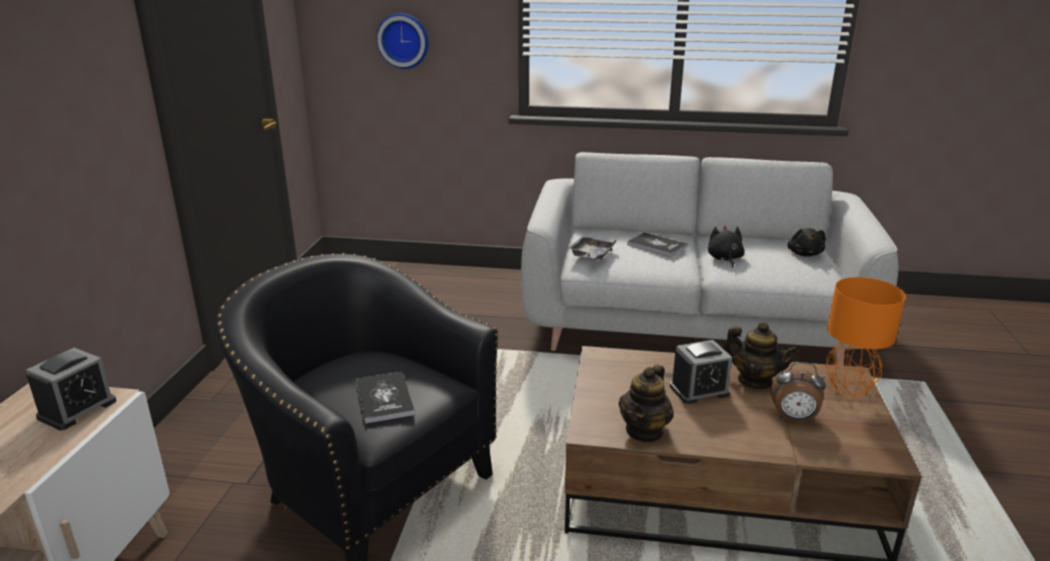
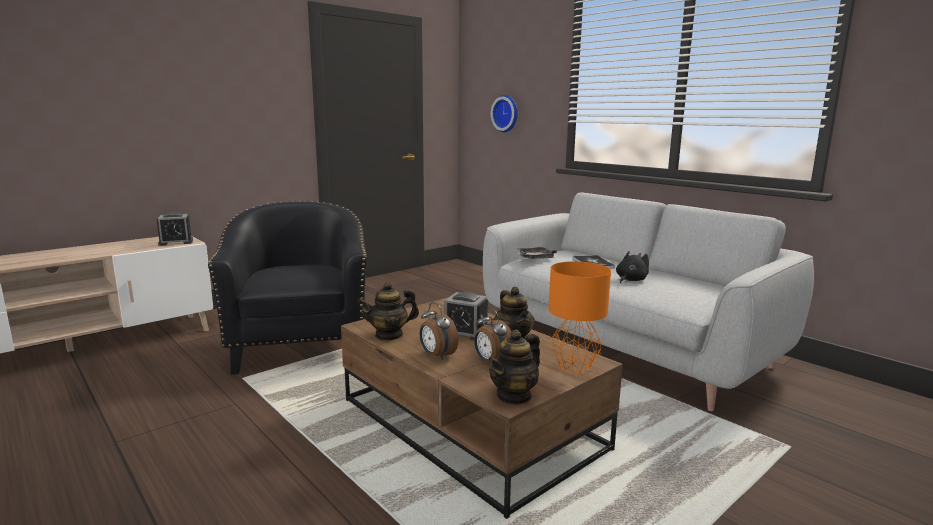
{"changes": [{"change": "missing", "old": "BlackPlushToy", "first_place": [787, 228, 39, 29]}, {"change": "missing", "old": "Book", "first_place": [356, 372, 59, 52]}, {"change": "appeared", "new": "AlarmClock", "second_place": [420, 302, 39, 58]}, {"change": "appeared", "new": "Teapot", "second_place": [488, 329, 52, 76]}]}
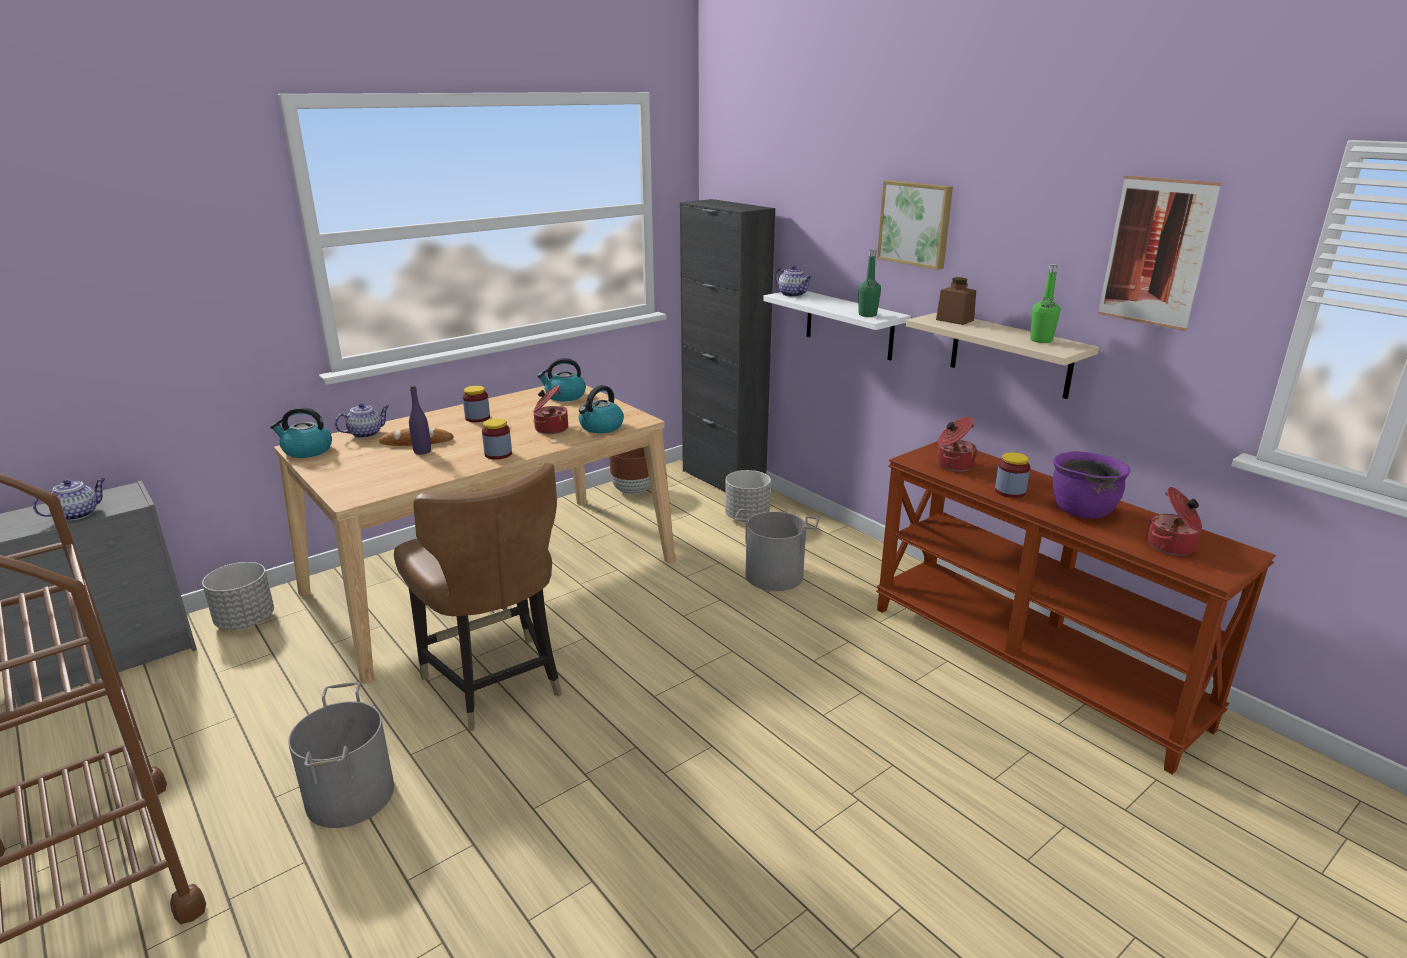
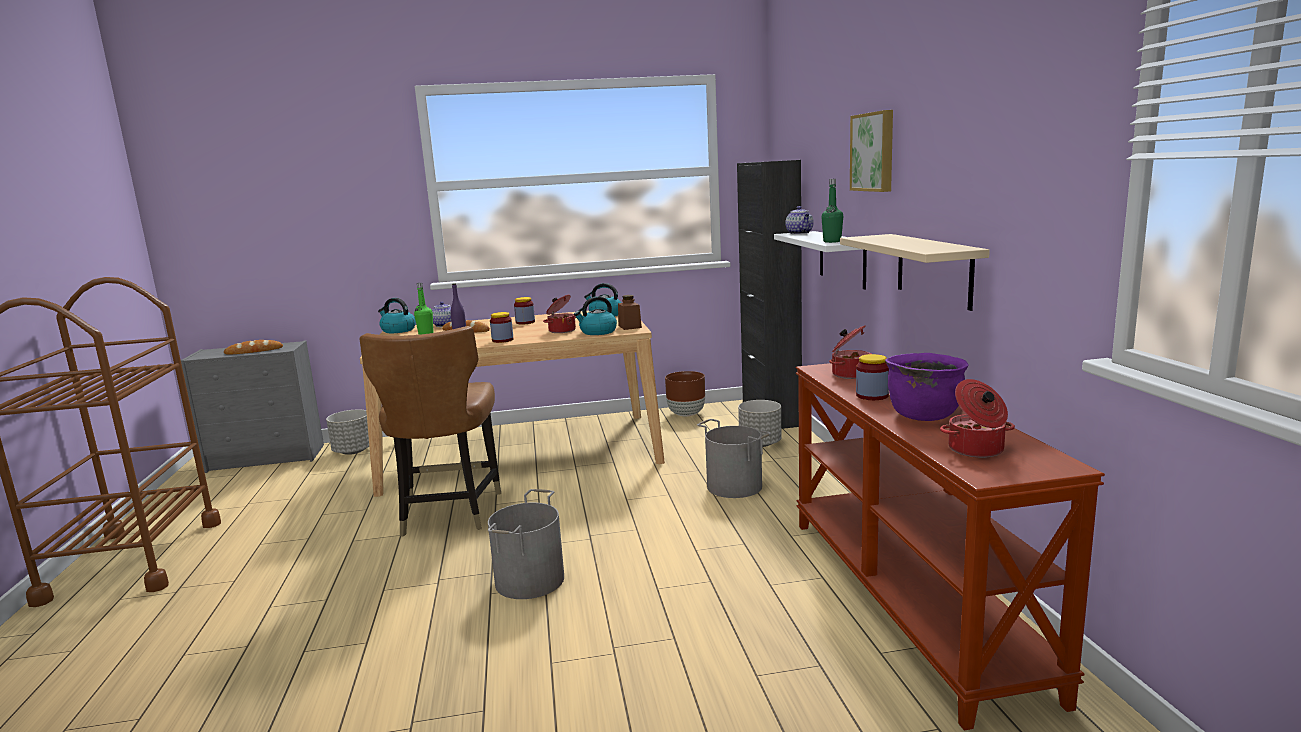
{"changes": [{"change": "missing", "old": "Picture", "first_place": [1098, 176, 124, 155]}, {"change": "relocated", "old": "GreenBottle", "first_place": [1030, 264, 30, 79], "second_place": [414, 283, 19, 52]}, {"change": "relocated", "old": "BrownJar", "first_place": [936, 277, 40, 48], "second_place": [618, 295, 24, 35]}, {"change": "exchanged", "old": "Teapot", "new": "Bread", "first_place": [33, 478, 72, 43], "second_place": [224, 340, 59, 14]}, {"change": "relocated", "old": "GreyBucket", "first_place": [288, 682, 106, 146], "second_place": [488, 489, 76, 110]}]}
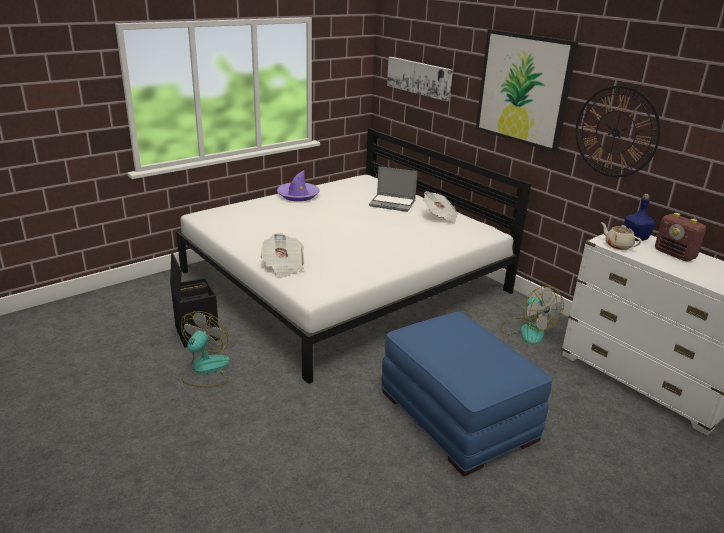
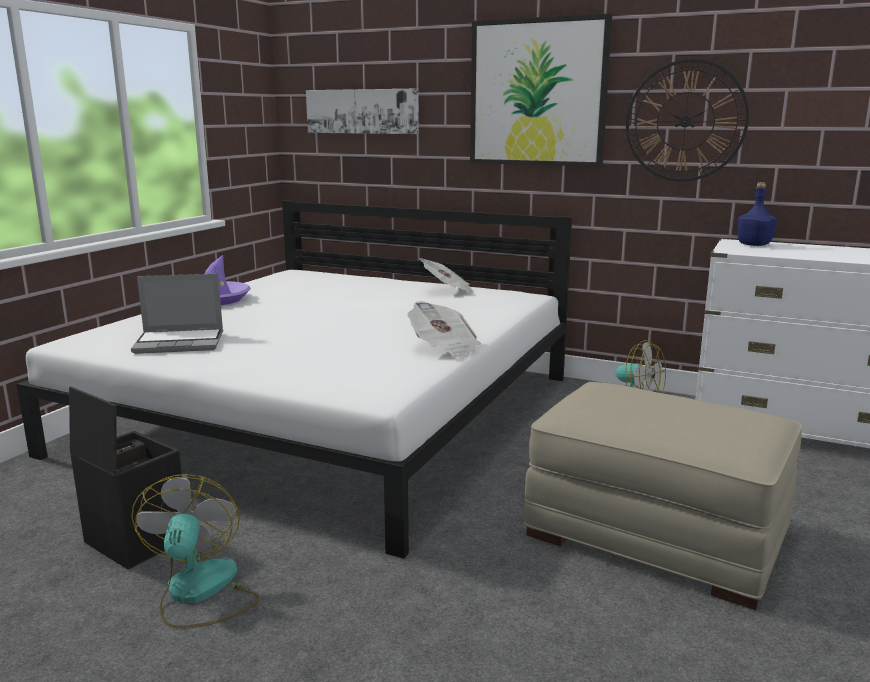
{"changes": [{"change": "relocated", "old": "Laptop", "first_place": [369, 166, 49, 46], "second_place": [131, 274, 92, 80]}, {"change": "missing", "old": "Radio", "first_place": [655, 213, 51, 48]}, {"change": "missing", "old": "BeigeTeapot", "first_place": [602, 223, 40, 27]}, {"change": "relocated", "old": "Newspaper", "first_place": [260, 233, 44, 45], "second_place": [407, 301, 74, 58]}, {"change": "colour", "old": "BlueOttoman", "new": "BeigeOttoman", "first_place": [381, 312, 172, 165], "second_place": [524, 382, 278, 228]}]}
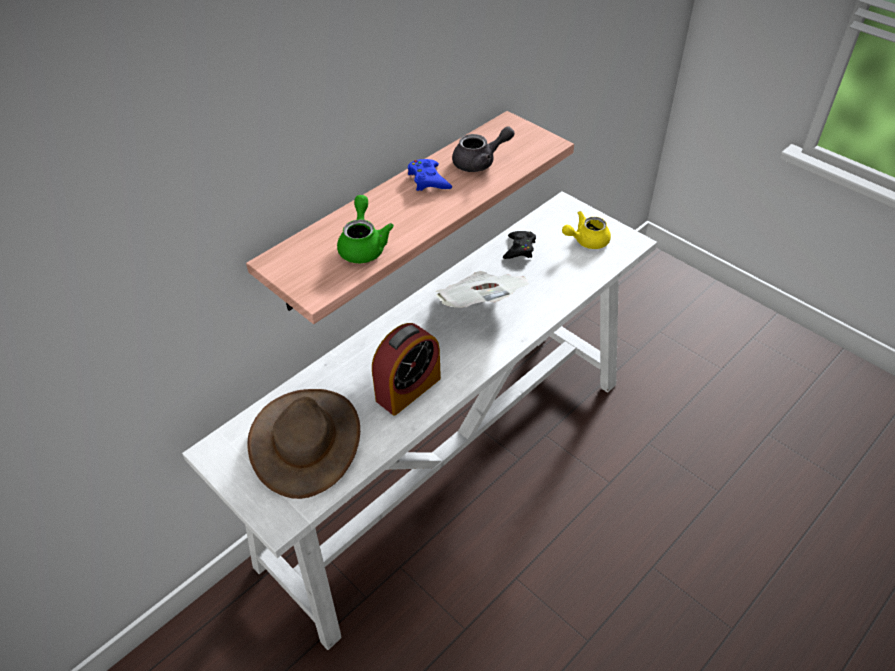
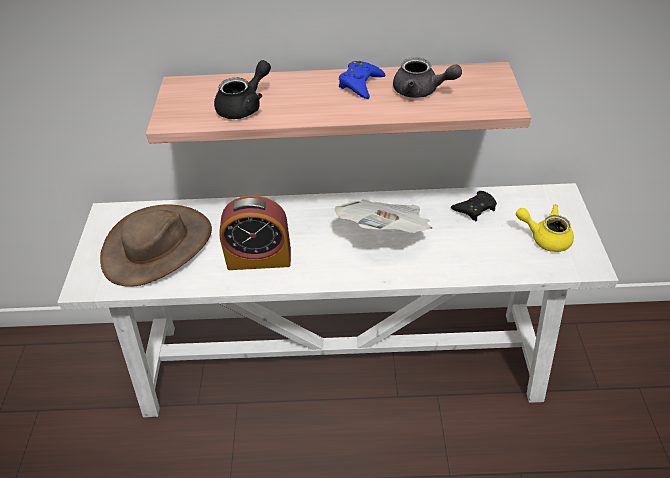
{"changes": [{"change": "colour", "old": "GreenTeapot", "new": "BlackTeapot", "first_place": [337, 195, 57, 68], "second_place": [214, 60, 57, 59]}]}
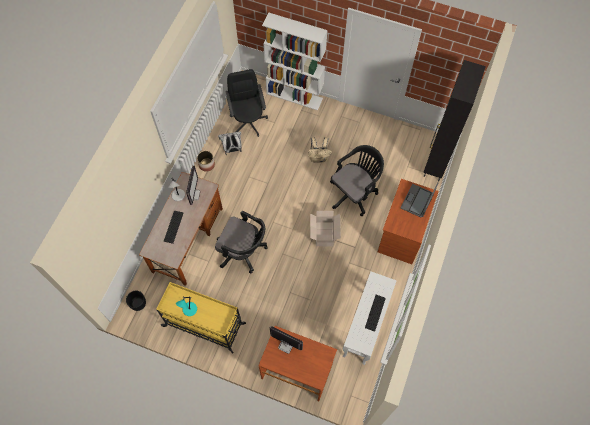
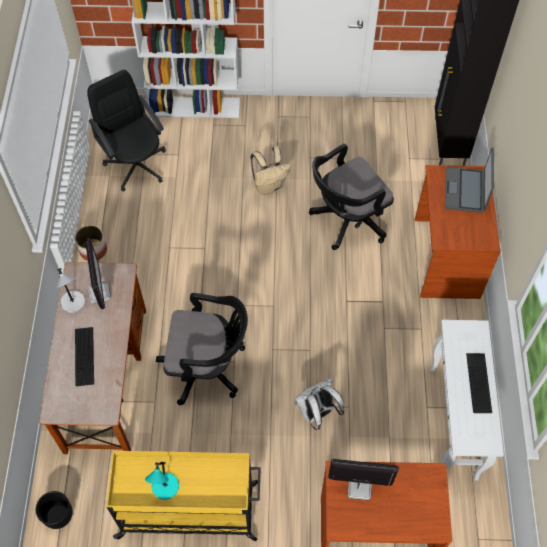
{"changes": [{"change": "relocated", "old": "WhiteBackpack", "first_place": [218, 131, 24, 24], "second_place": [294, 378, 50, 52]}, {"change": "spun", "old": "BlackOfficeChair", "first_place": [330, 145, 54, 71], "second_place": [309, 144, 85, 106], "degrees": -150}, {"change": "missing", "old": "CardboardBox", "first_place": [310, 211, 31, 35]}]}
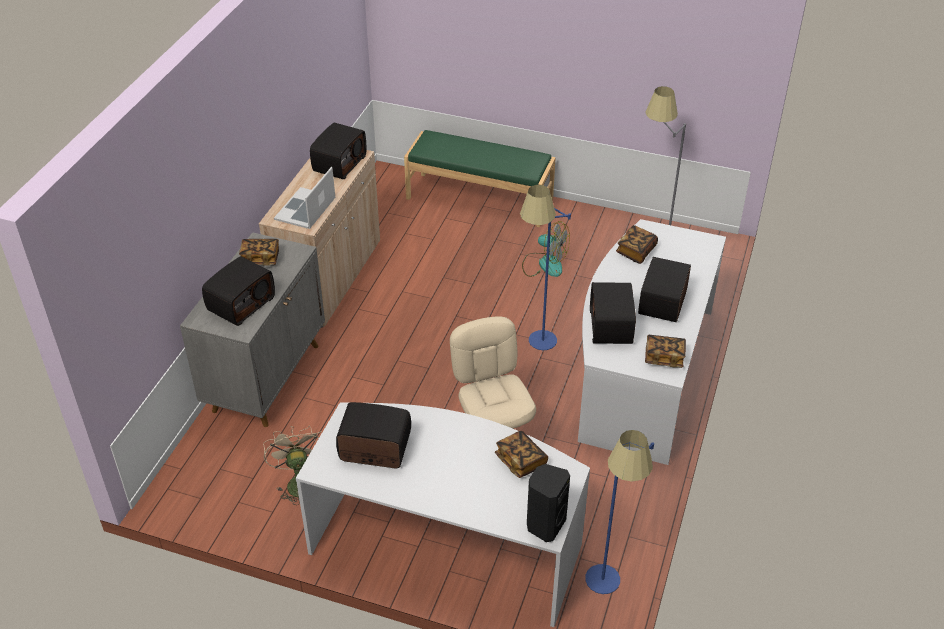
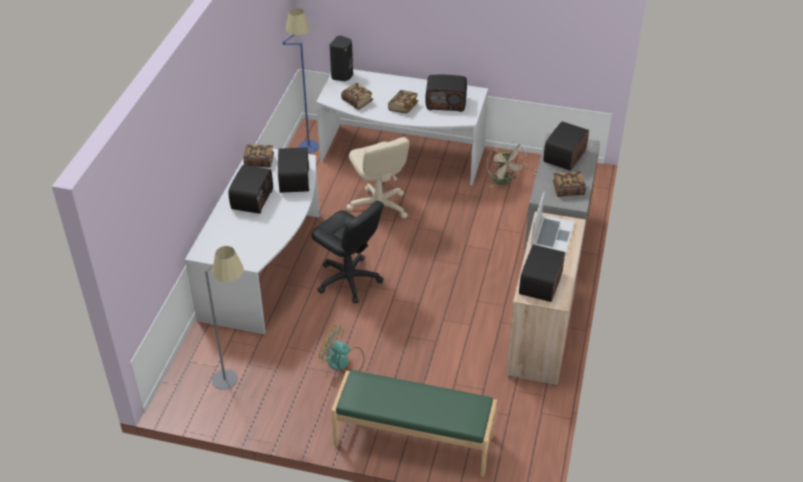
{"changes": [{"change": "exchanged", "old": "BlueFloorLamp", "new": "BlackOfficeChair", "first_place": [520, 185, 51, 165], "second_place": [312, 201, 72, 103]}, {"change": "relocated", "old": "Book", "first_place": [616, 225, 42, 39], "second_place": [388, 90, 30, 23]}]}
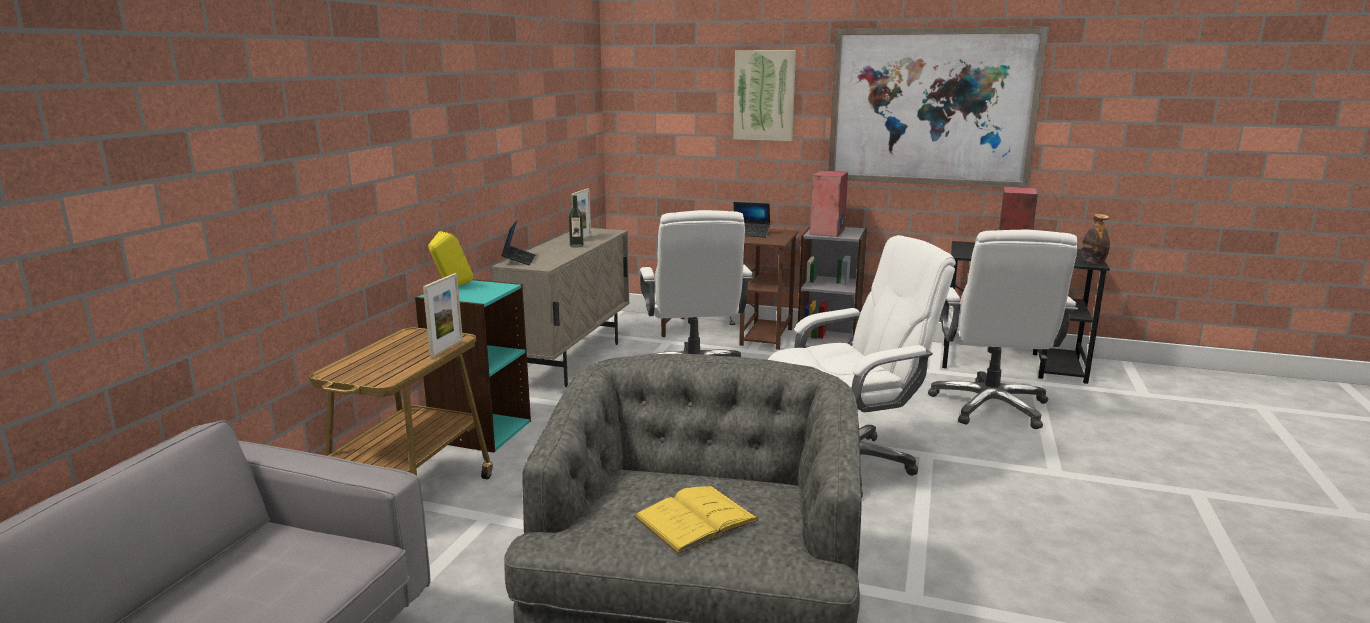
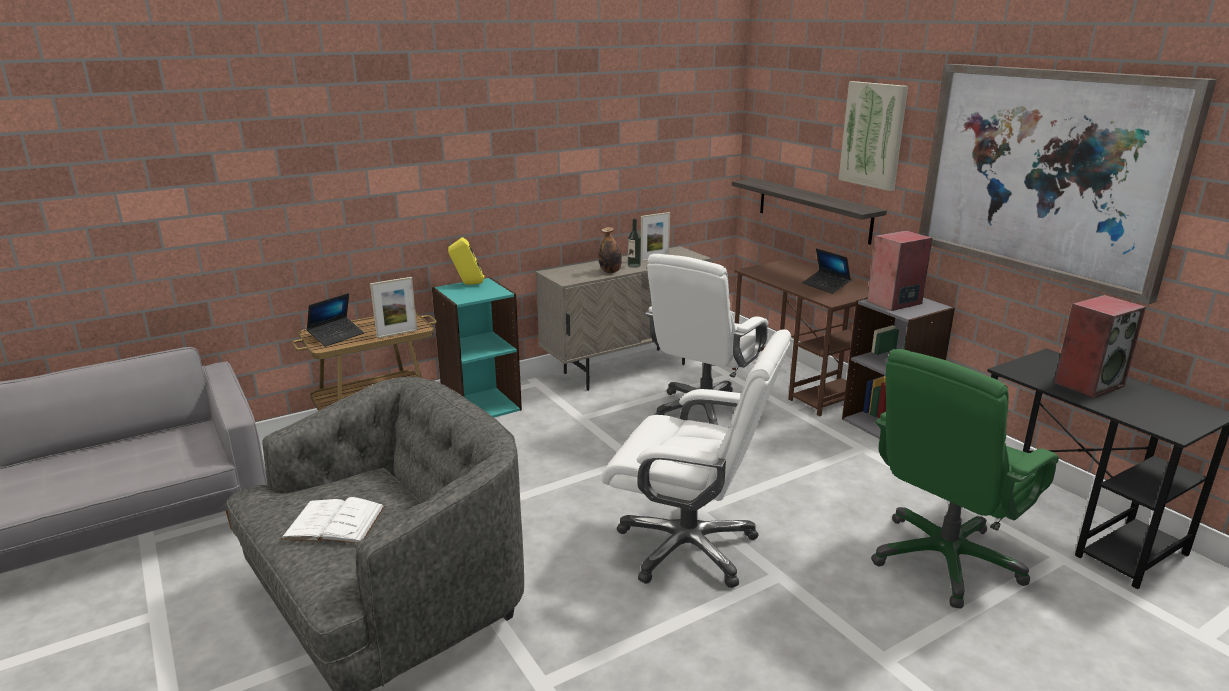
{"changes": [{"change": "relocated", "old": "Bottle", "first_place": [1081, 214, 29, 50], "second_place": [599, 227, 23, 46]}, {"change": "relocated", "old": "Laptop", "first_place": [501, 220, 34, 45], "second_place": [307, 293, 57, 54]}, {"change": "colour", "old": "WhiteOfficeChair", "new": "GreenOfficeChair", "first_place": [928, 230, 150, 199], "second_place": [871, 349, 188, 260]}, {"change": "colour", "old": "YellowBook", "new": "WhiteBook", "first_place": [634, 486, 125, 68], "second_place": [281, 497, 104, 46]}, {"change": "appeared", "new": "Shelf", "second_place": [732, 178, 155, 67]}]}
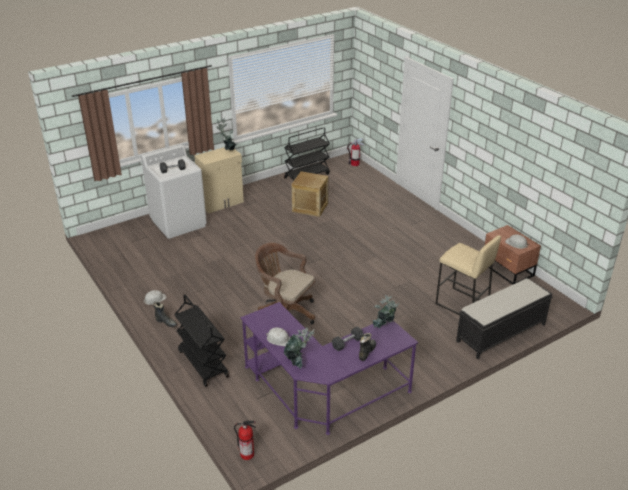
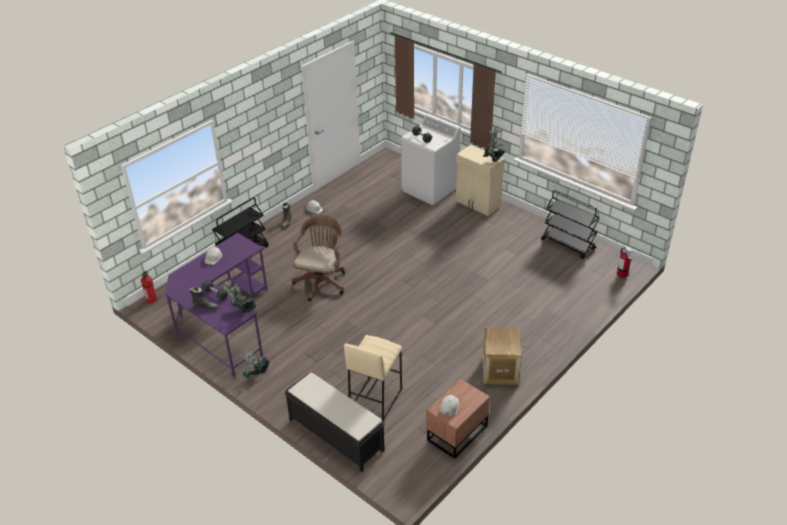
{"changes": [{"change": "relocated", "old": "Crate", "first_place": [292, 171, 36, 46], "second_place": [483, 328, 39, 57]}, {"change": "relocated", "old": "PottedPlant", "first_place": [284, 327, 30, 42], "second_place": [241, 351, 28, 27]}]}
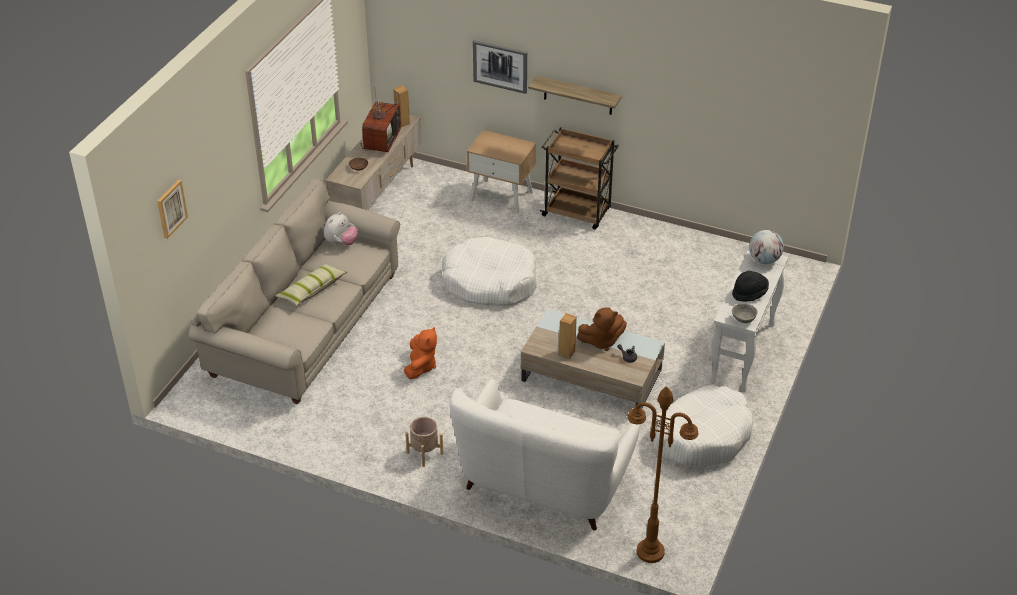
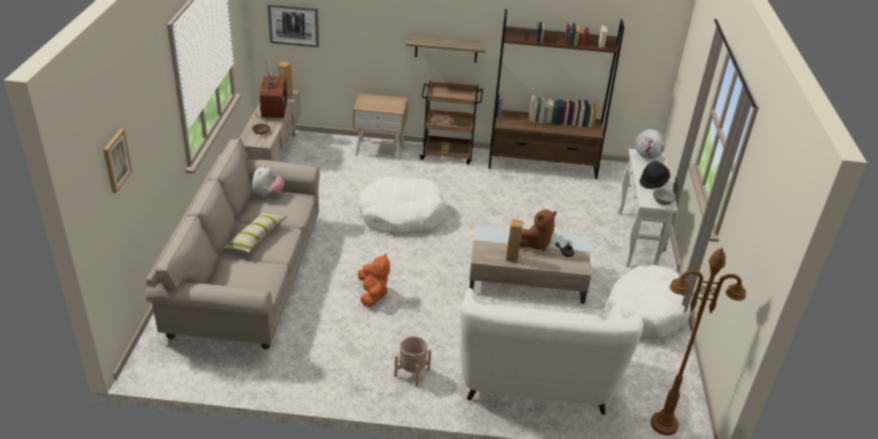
{"changes": [{"change": "relocated", "old": "Picture", "first_place": [473, 40, 54, 54], "second_place": [267, 3, 52, 45]}, {"change": "appeared", "new": "BrownBookcase", "second_place": [488, 9, 136, 170]}]}
